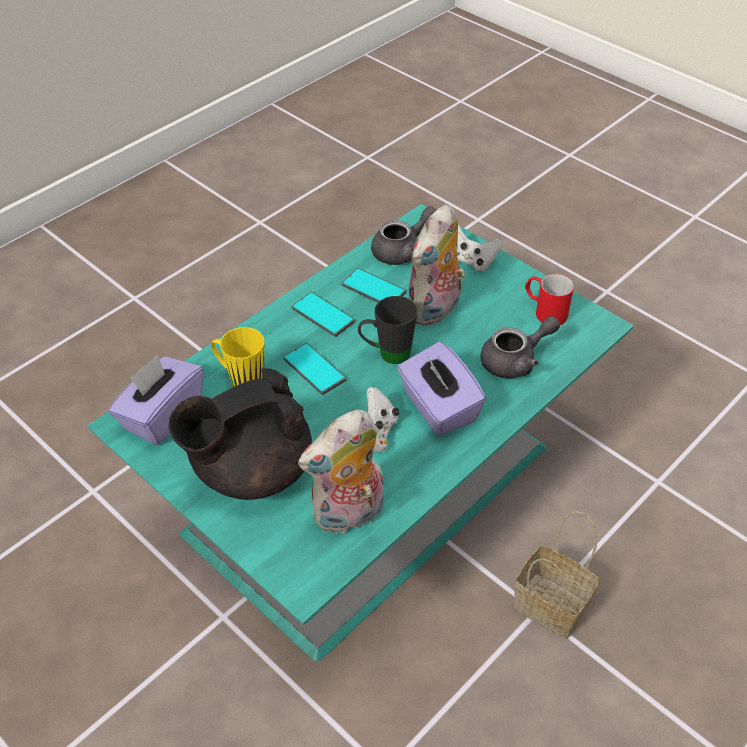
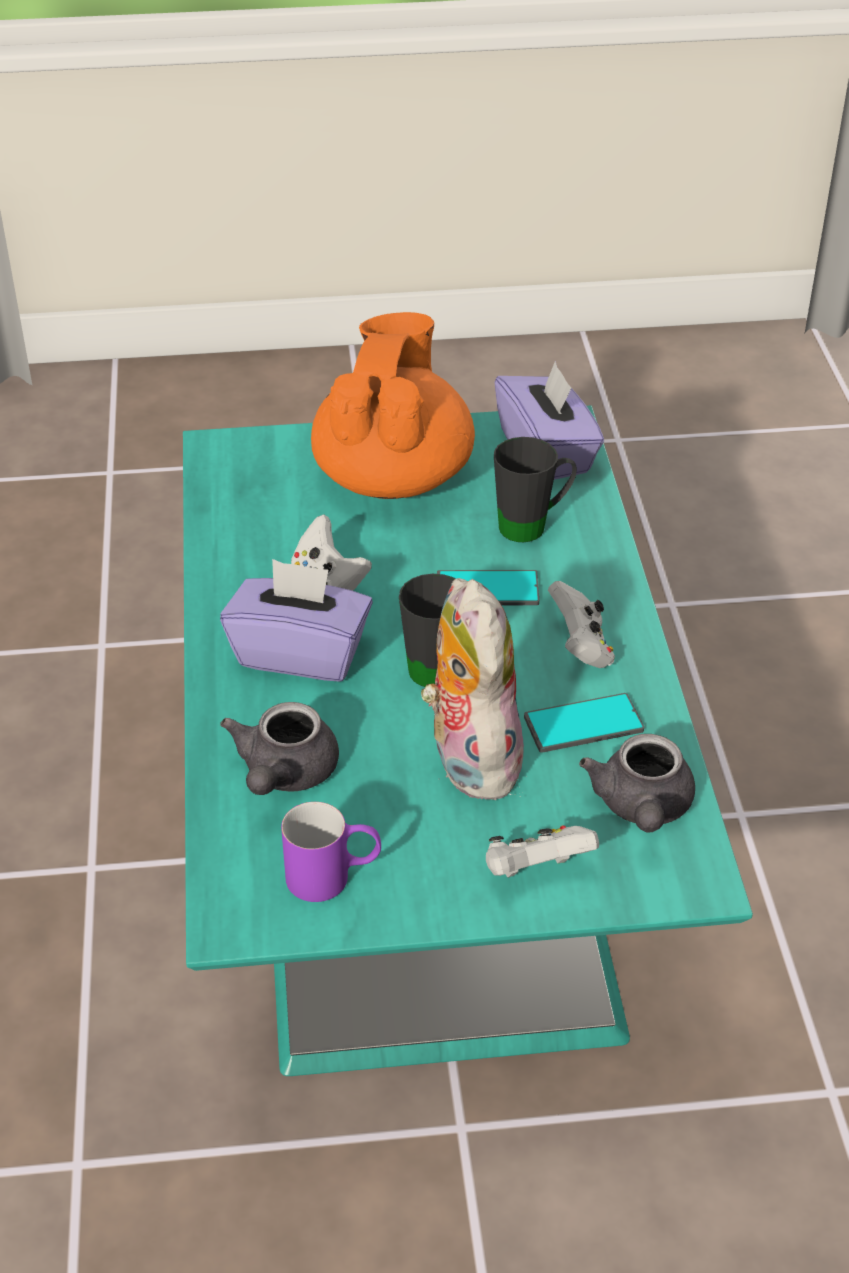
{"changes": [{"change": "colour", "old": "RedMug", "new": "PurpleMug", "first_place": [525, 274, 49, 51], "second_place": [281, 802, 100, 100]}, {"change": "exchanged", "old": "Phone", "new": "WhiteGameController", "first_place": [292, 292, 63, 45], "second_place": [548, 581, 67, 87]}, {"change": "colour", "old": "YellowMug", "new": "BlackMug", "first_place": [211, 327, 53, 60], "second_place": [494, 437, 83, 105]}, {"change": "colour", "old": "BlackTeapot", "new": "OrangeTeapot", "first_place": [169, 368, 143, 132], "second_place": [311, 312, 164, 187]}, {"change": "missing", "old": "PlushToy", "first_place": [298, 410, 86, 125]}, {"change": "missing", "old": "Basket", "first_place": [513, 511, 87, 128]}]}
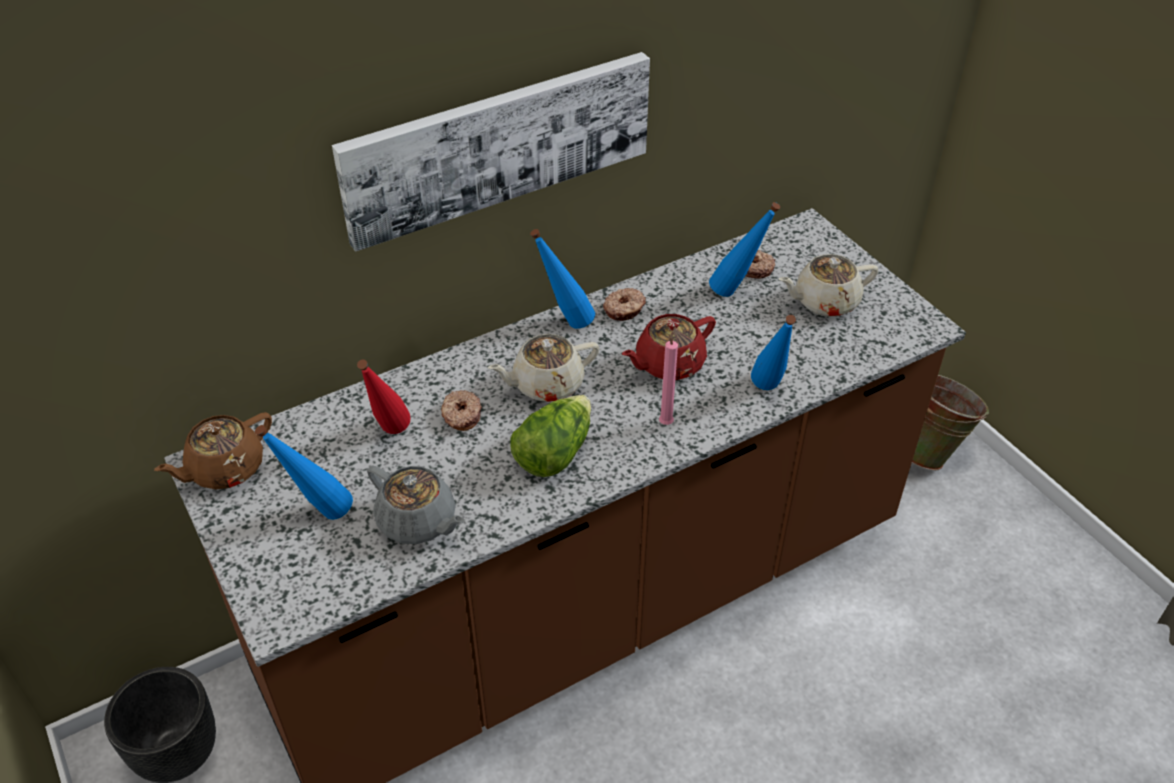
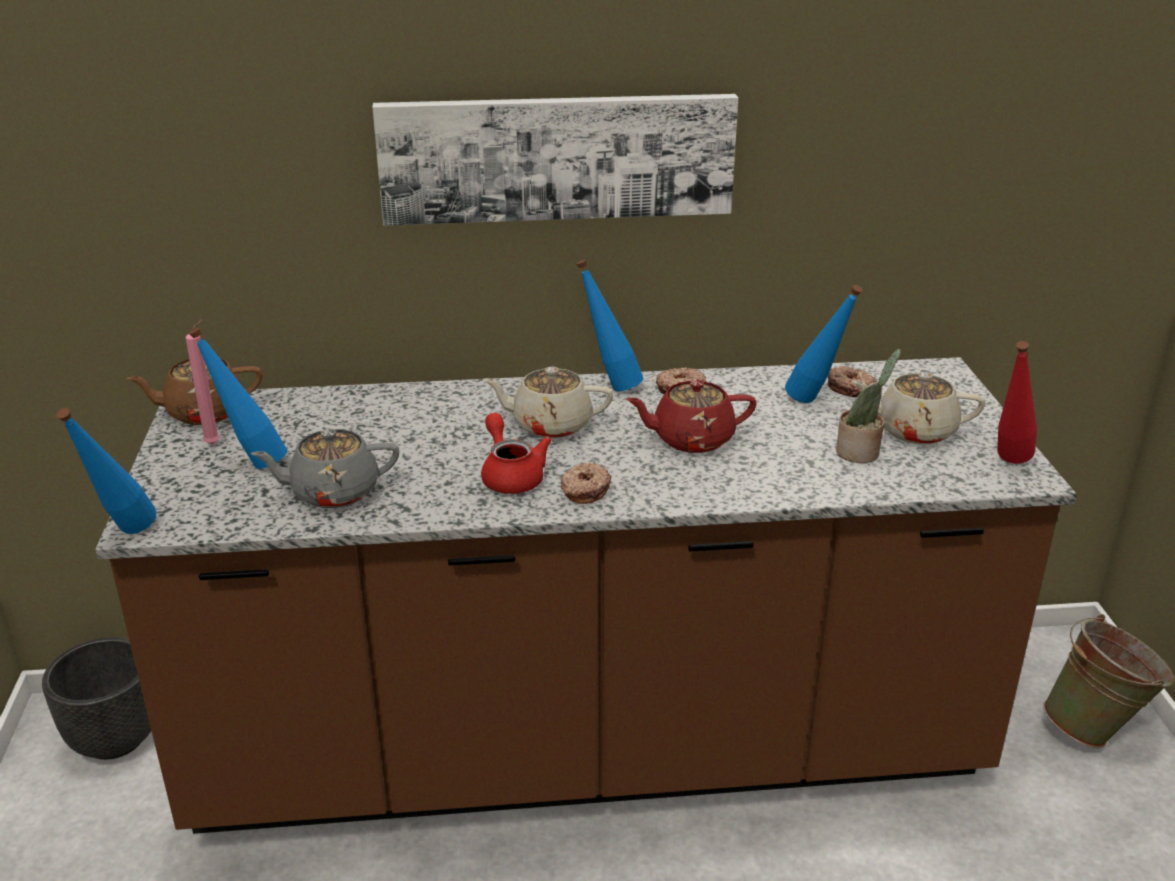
{"changes": [{"change": "relocated", "old": "BlueBottle", "first_place": [751, 315, 45, 75], "second_place": [56, 408, 100, 126]}, {"change": "relocated", "old": "PinkCandle", "first_place": [659, 327, 19, 98], "second_place": [185, 319, 35, 126]}, {"change": "relocated", "old": "RedBottle", "first_place": [357, 360, 54, 74], "second_place": [997, 341, 40, 123]}, {"change": "relocated", "old": "Donut", "first_place": [441, 390, 41, 41], "second_place": [561, 463, 50, 41]}, {"change": "exchanged", "old": "Lettuce", "new": "RedTeapot", "first_place": [510, 395, 81, 82], "second_place": [481, 413, 71, 81]}, {"change": "spun", "old": "GreyTeapot", "first_place": [367, 465, 98, 79], "second_place": [250, 429, 150, 79], "degrees": 105}, {"change": "appeared", "new": "PottedPlant", "second_place": [836, 349, 65, 114]}]}
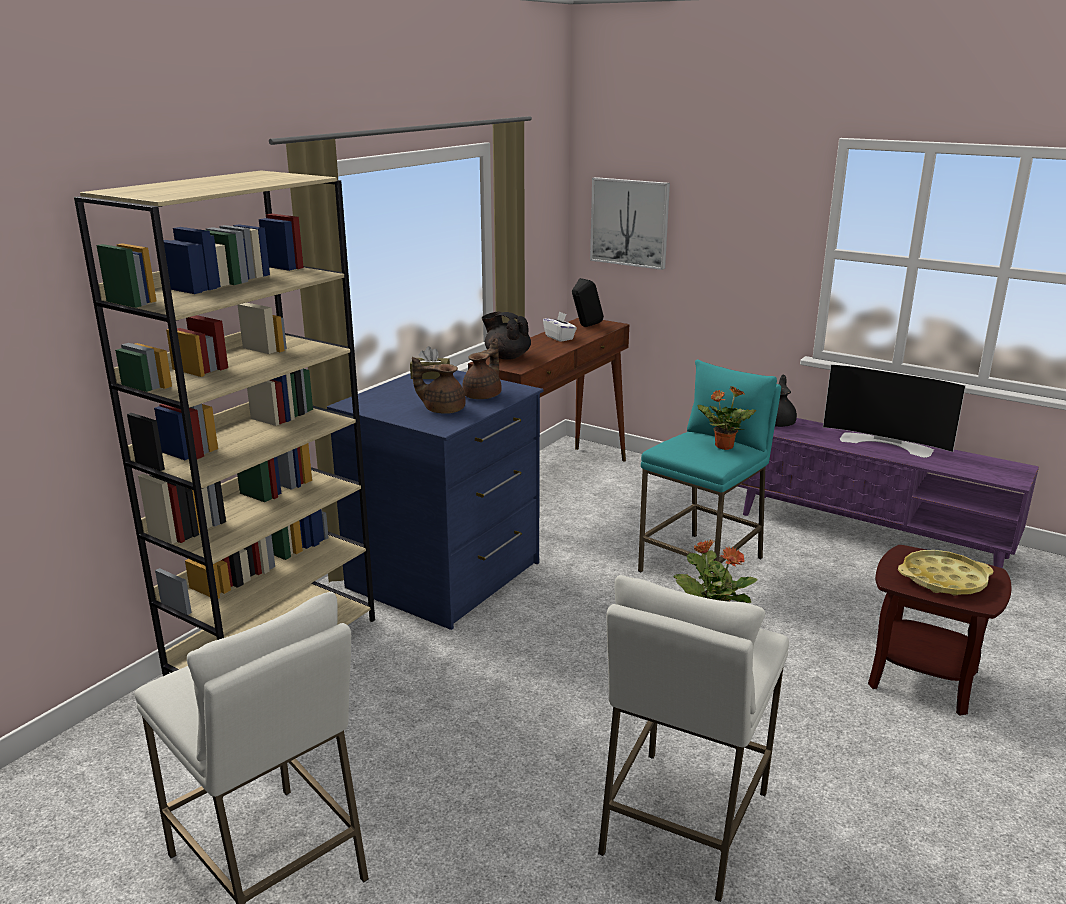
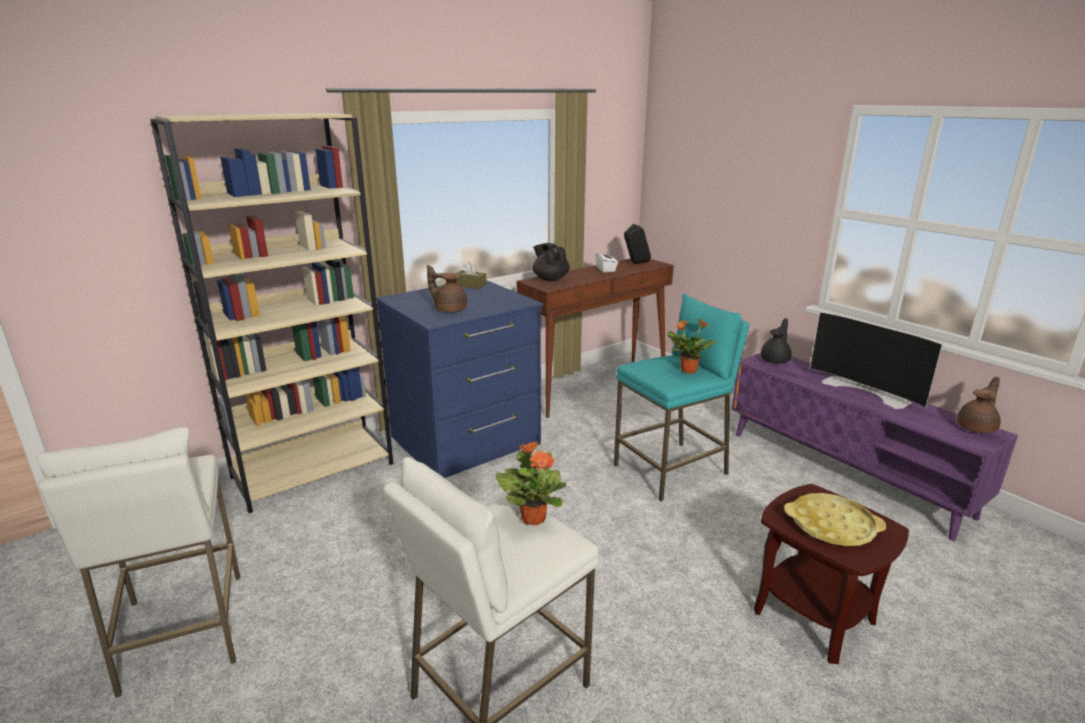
{"changes": [{"change": "missing", "old": "Picture", "first_place": [590, 177, 80, 93]}, {"change": "relocated", "old": "BrownTeapot", "first_place": [462, 338, 40, 61], "second_place": [957, 376, 44, 57]}]}
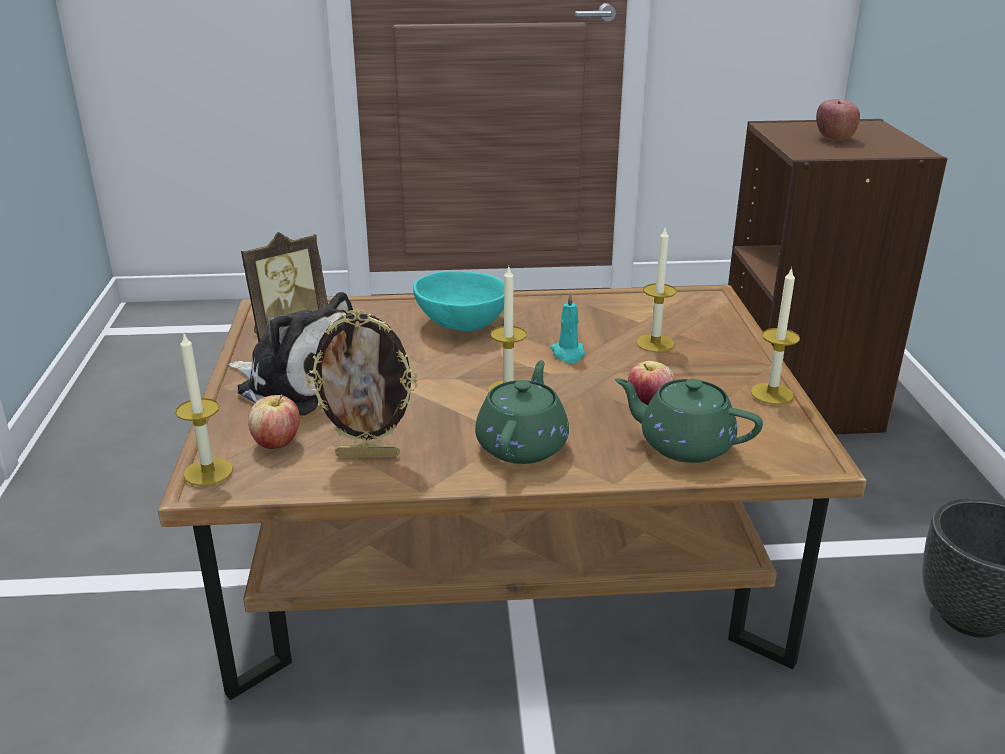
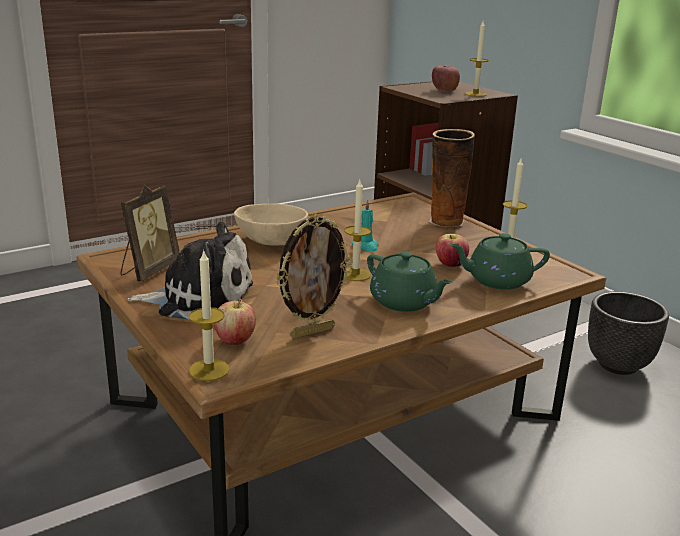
{"changes": [{"change": "relocated", "old": "Candle", "first_place": [636, 226, 41, 126], "second_place": [465, 21, 24, 76]}, {"change": "colour", "old": "TurquoiseBowl", "new": "BeigeBowl", "first_place": [413, 271, 91, 60], "second_place": [234, 204, 74, 42]}, {"change": "spun", "old": "GreenTeapot", "first_place": [475, 360, 94, 104], "second_place": [367, 251, 85, 61], "degrees": 150}, {"change": "appeared", "new": "Vase", "second_place": [430, 129, 45, 98]}]}
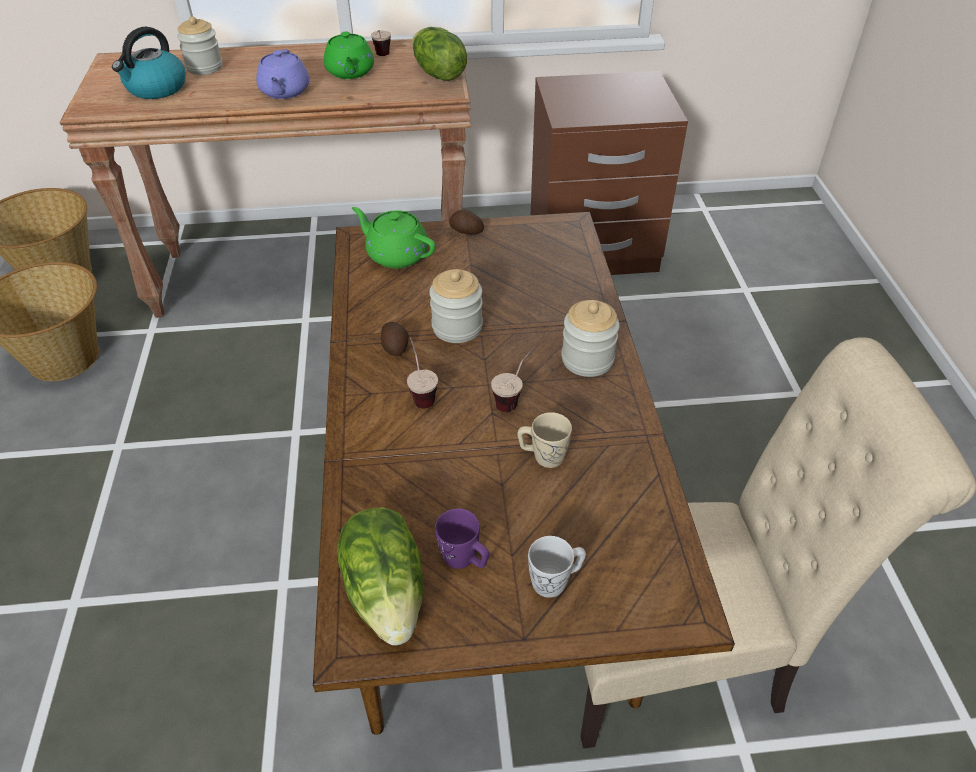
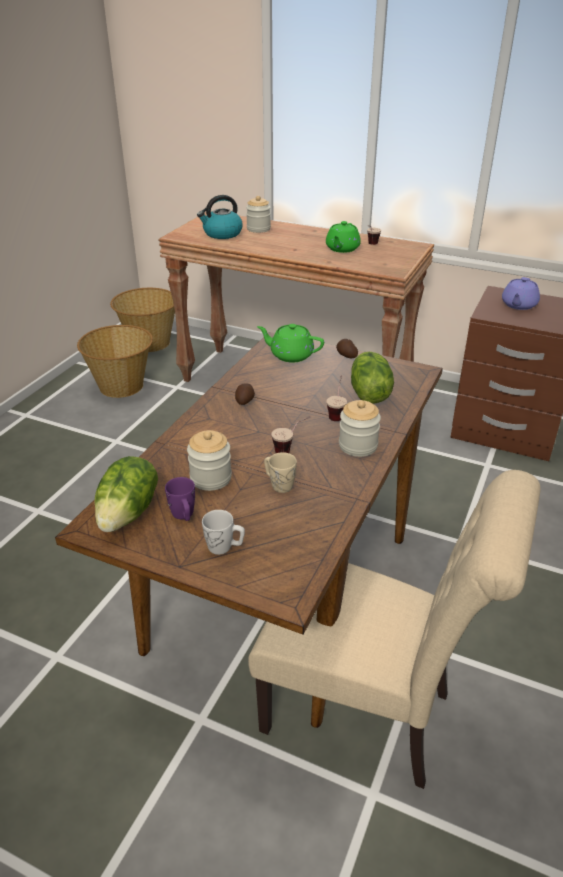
{"changes": [{"change": "relocated", "old": "Lettuce", "first_place": [412, 27, 55, 54], "second_place": [351, 351, 43, 52]}, {"change": "relocated", "old": "PurpleTeapot", "first_place": [256, 49, 54, 50], "second_place": [502, 277, 38, 33]}, {"change": "spun", "old": "GreenTeapot", "first_place": [352, 207, 84, 61], "second_place": [257, 324, 67, 39], "degrees": -45}, {"change": "relocated", "old": "Jar", "first_place": [429, 269, 54, 74], "second_place": [187, 430, 45, 61]}, {"change": "relocated", "old": "Cup", "first_place": [407, 338, 31, 70], "second_place": [326, 375, 21, 46]}]}
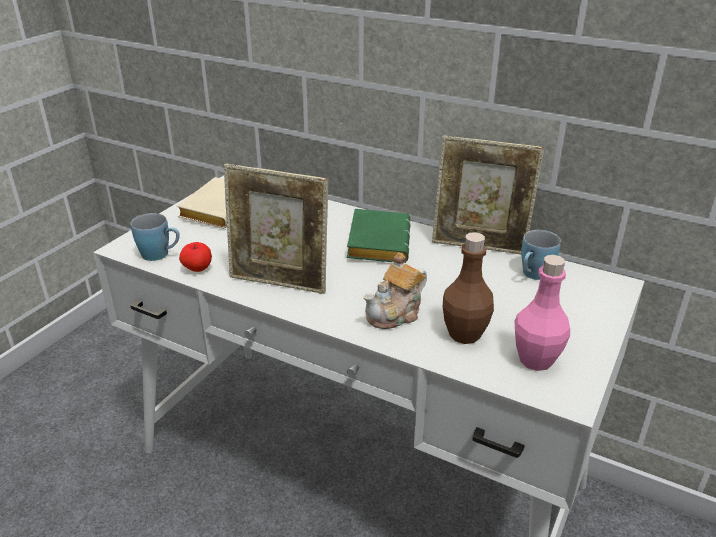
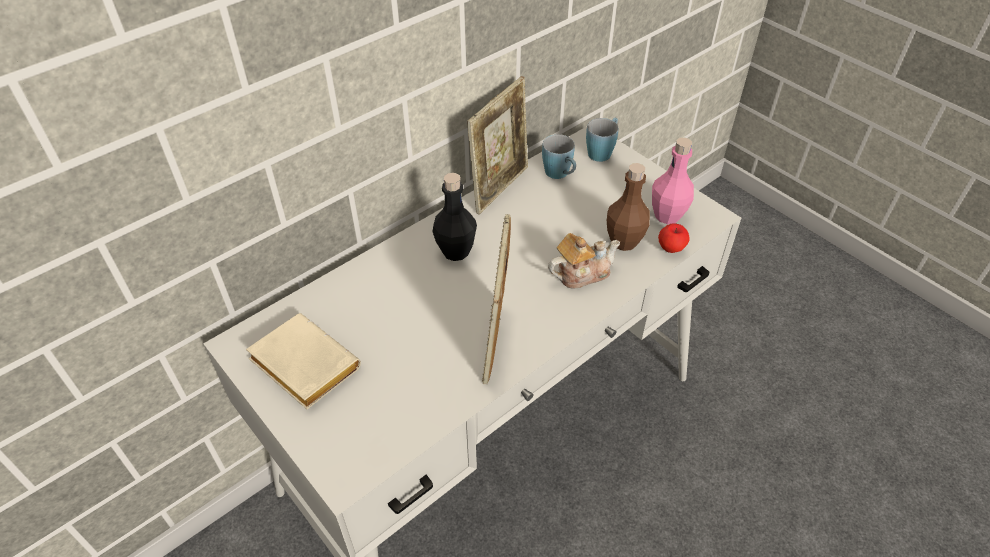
{"changes": [{"change": "spun", "old": "PictureFrame", "first_place": [224, 164, 104, 130], "second_place": [482, 214, 29, 170], "degrees": 150}, {"change": "exchanged", "old": "GreenBook", "new": "BlackBottle", "first_place": [347, 209, 64, 54], "second_place": [432, 173, 45, 88]}, {"change": "relocated", "old": "BlueMug", "first_place": [131, 213, 49, 48], "second_place": [586, 118, 32, 44]}, {"change": "relocated", "old": "Apple", "first_place": [179, 242, 33, 30], "second_place": [658, 224, 32, 29]}, {"change": "spun", "old": "Teapot", "first_place": [363, 252, 64, 77], "second_place": [548, 233, 72, 55], "degrees": -90}]}
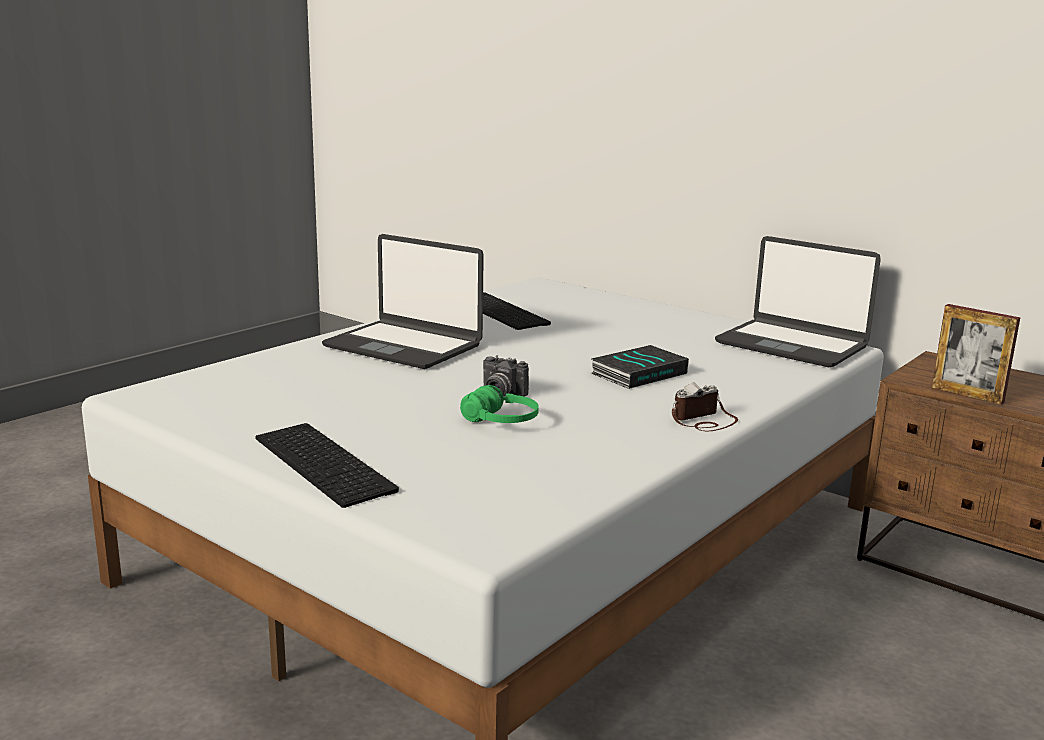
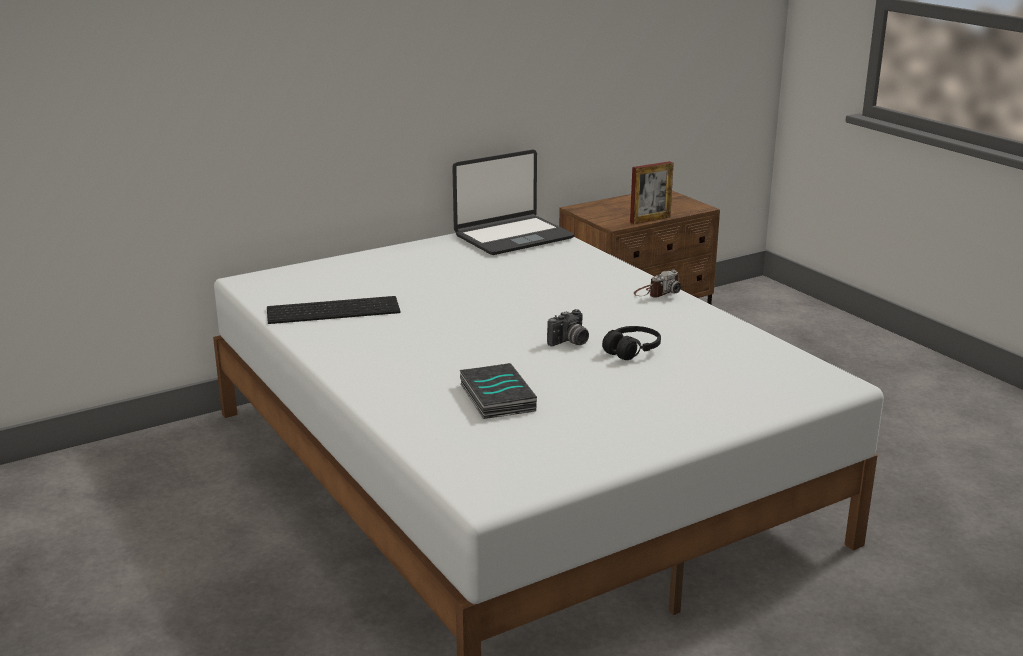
{"changes": [{"change": "missing", "old": "Laptop", "first_place": [322, 234, 162, 135]}, {"change": "relocated", "old": "Book", "first_place": [591, 345, 98, 44], "second_place": [460, 363, 77, 56]}, {"change": "spun", "old": "PhotoCamera", "first_place": [672, 382, 66, 50], "second_place": [634, 270, 47, 28], "degrees": -120}, {"change": "colour", "old": "GreenHeadphones", "new": "BlackHeadphones", "first_place": [460, 385, 79, 38], "second_place": [602, 326, 59, 34]}, {"change": "missing", "old": "Keyboard", "first_place": [255, 423, 144, 85]}]}
